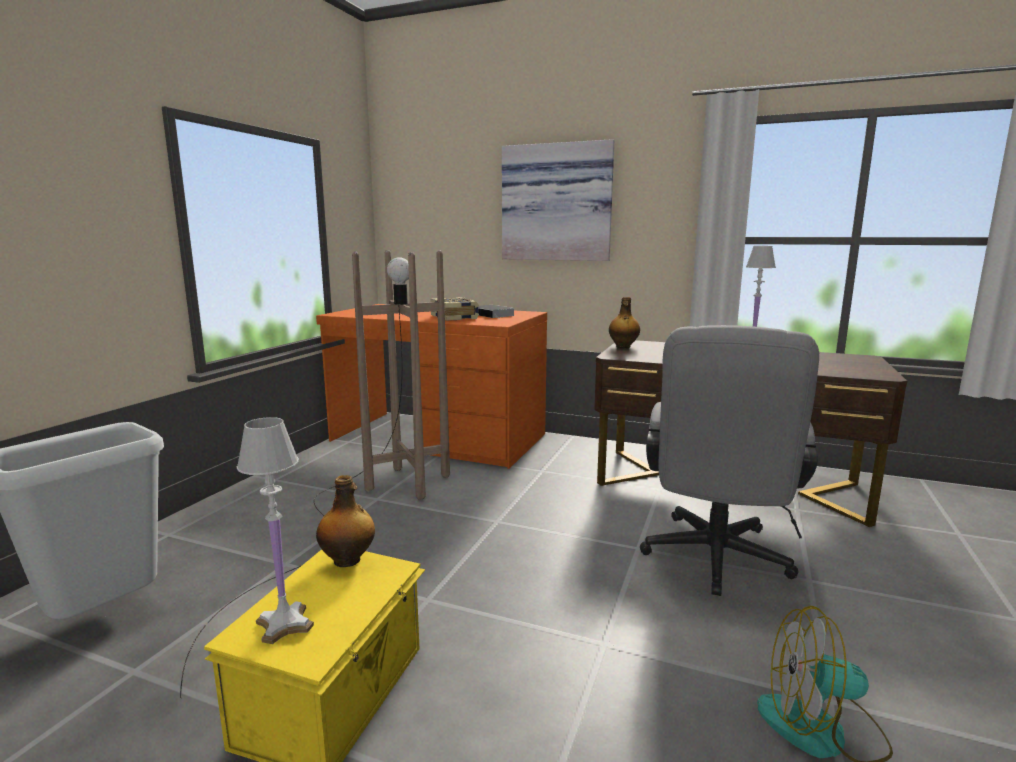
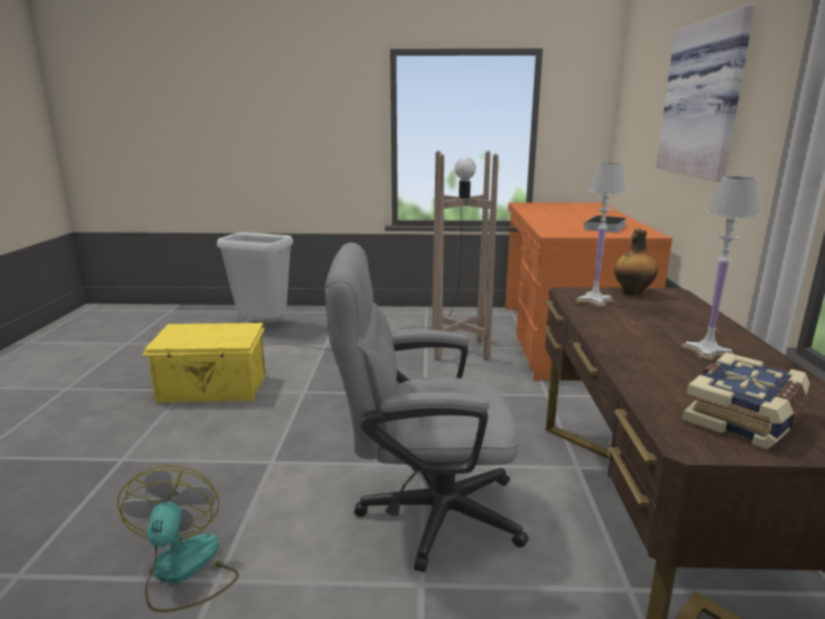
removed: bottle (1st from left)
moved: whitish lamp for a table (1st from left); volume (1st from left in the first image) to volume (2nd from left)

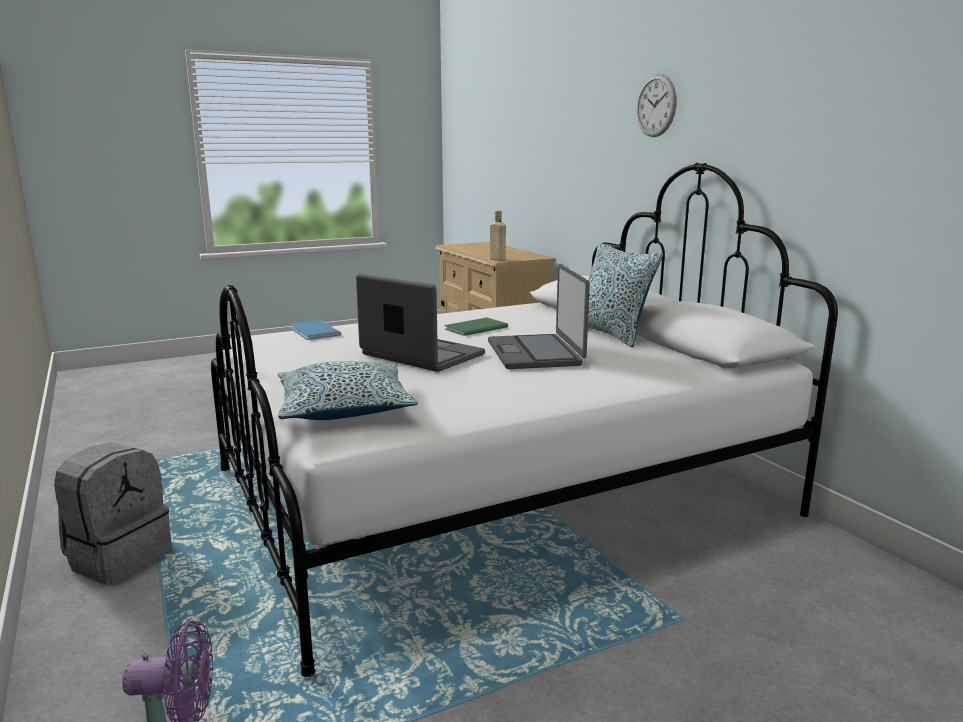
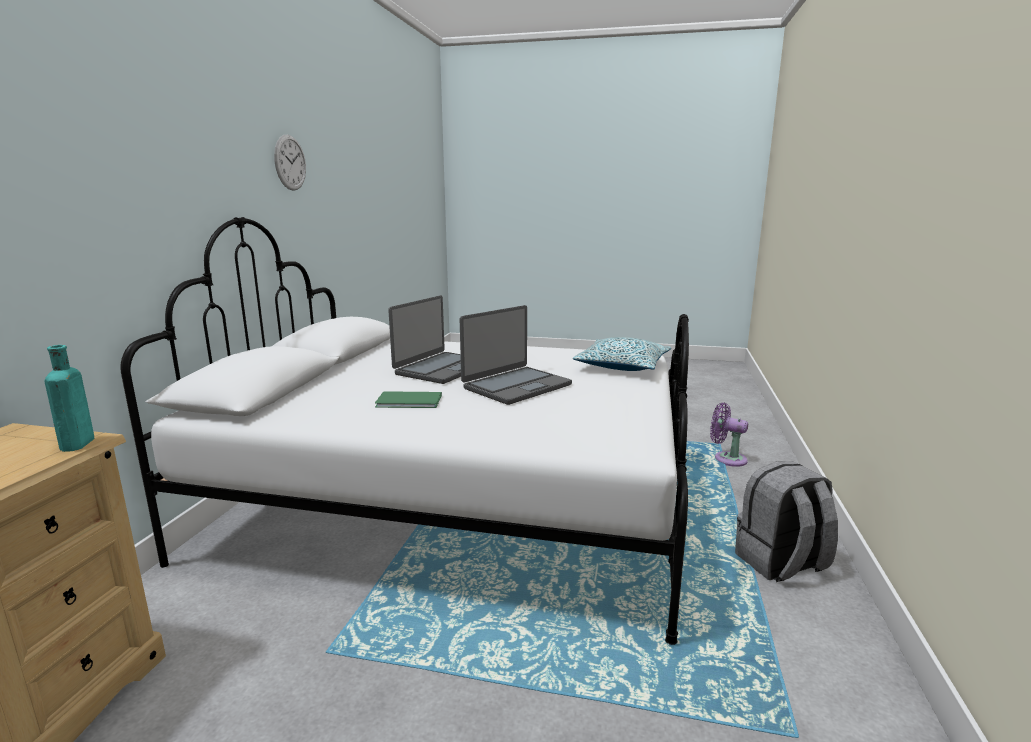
removed: blue volume; throw pillow (2nd from left)
moved: wall clock
recoloured: beige-coloured bottle to blue-green bottle
turned: laptop (1st from left in the first image) 120 degrees counterclockwise

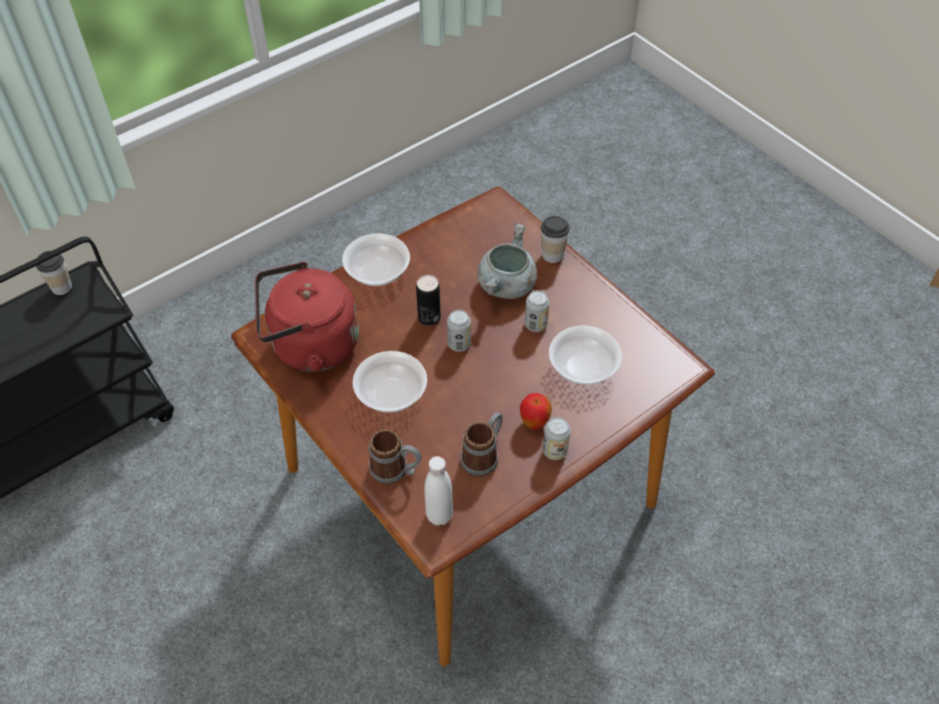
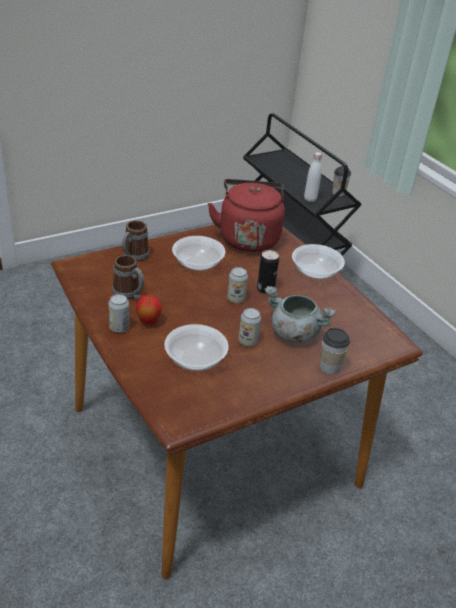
moved: whitish bottle

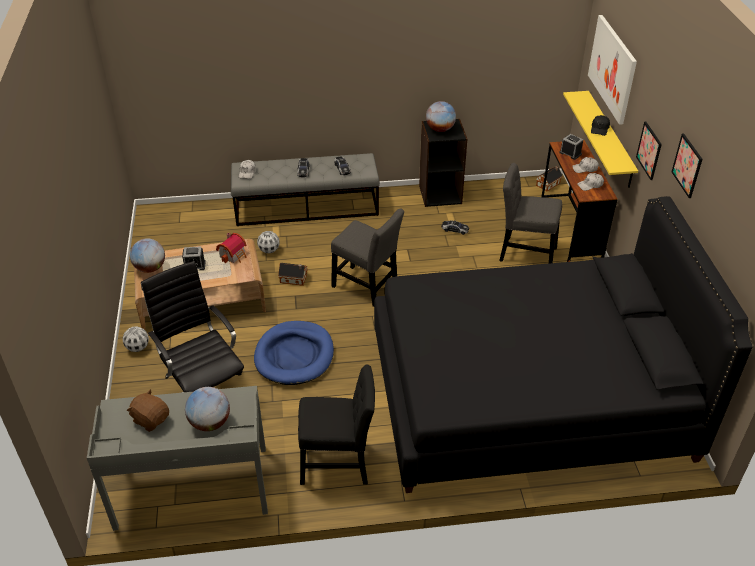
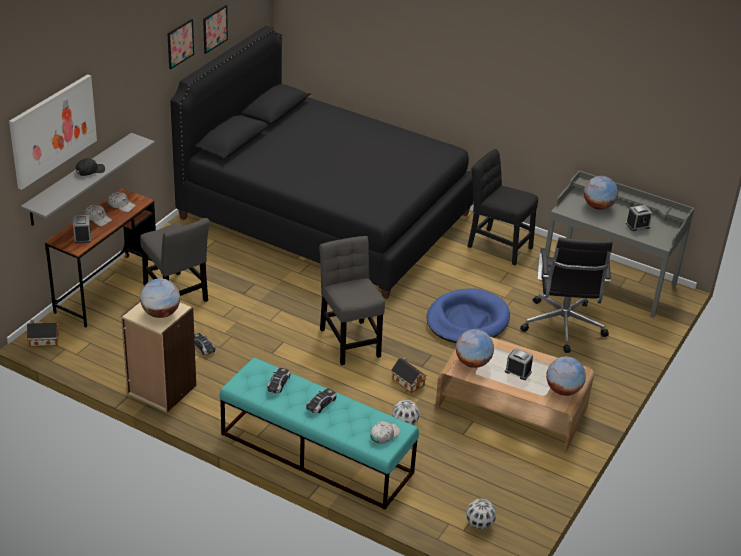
moved: football (1st from left in the first image) to football (2nd from left); wall art (2nd from left in the first image) to wall art (3rd from left)
replaced: brown-coloured cuddly toy to bedside clock (3rd from left); toy house (1st from left) to desk globe (2nd from left)
recoloured: grey indoor bench to blue-green indoor bench; black-coloured bookcase to beige-coloured bookcase; yellow shelf to grey shelf

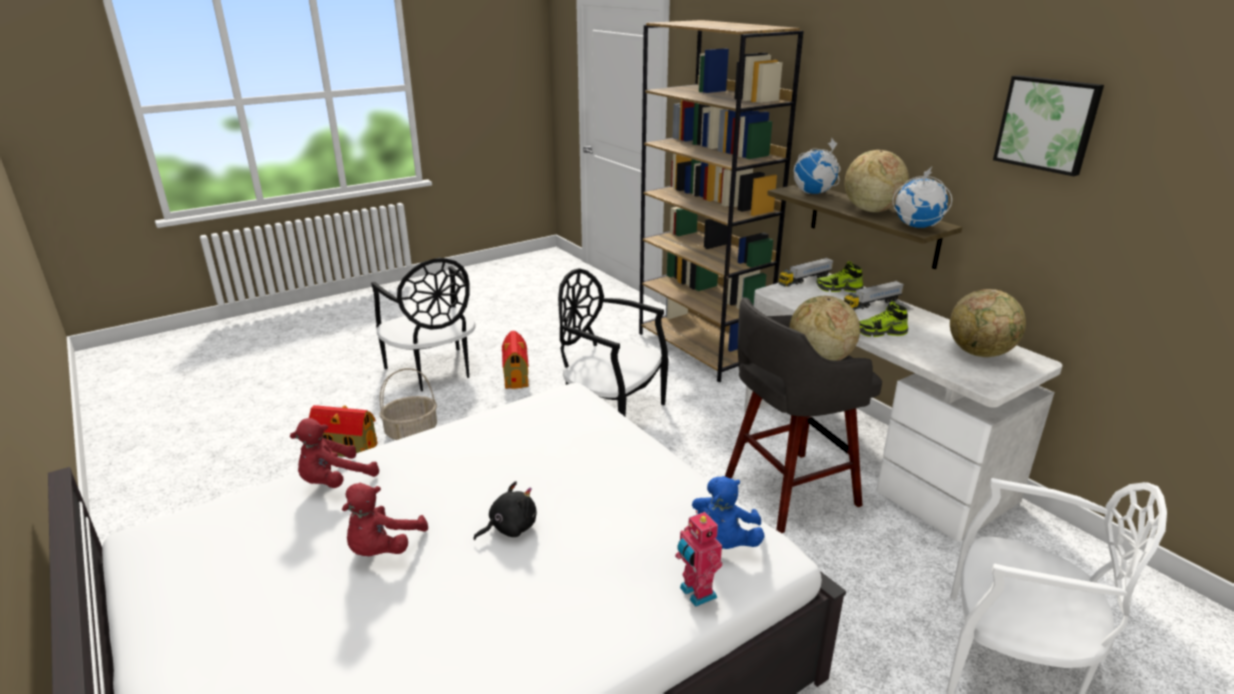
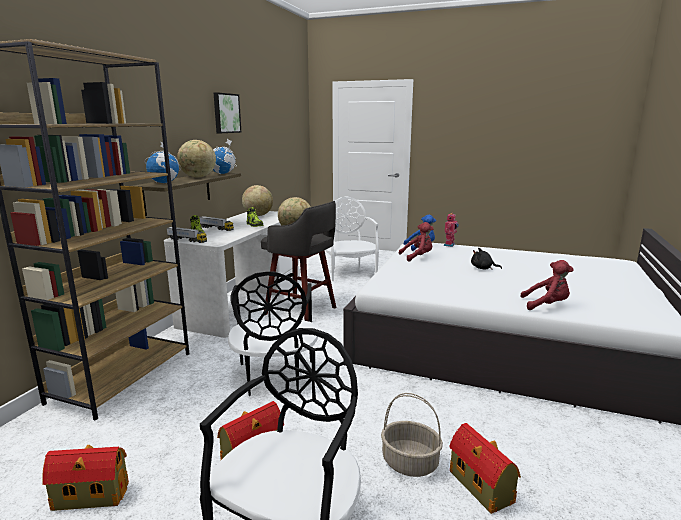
added: toy house (1st from left)
moved: red cuddly toy (2nd from left in the first image) to red cuddly toy (1st from left)

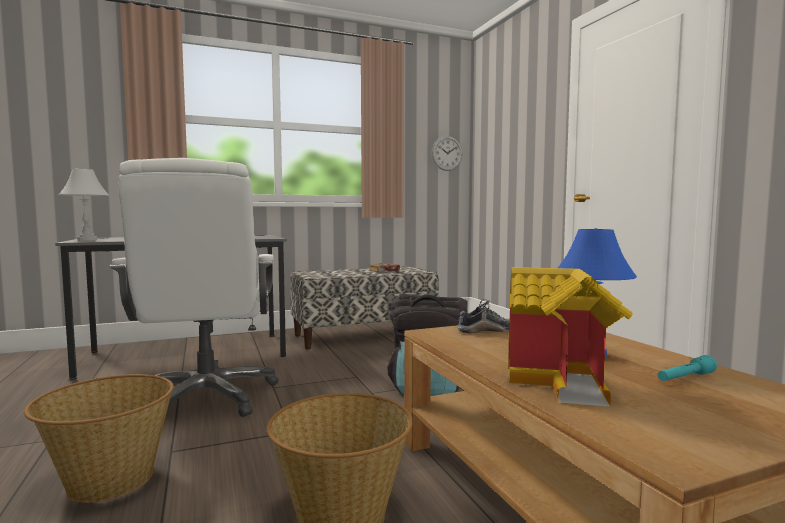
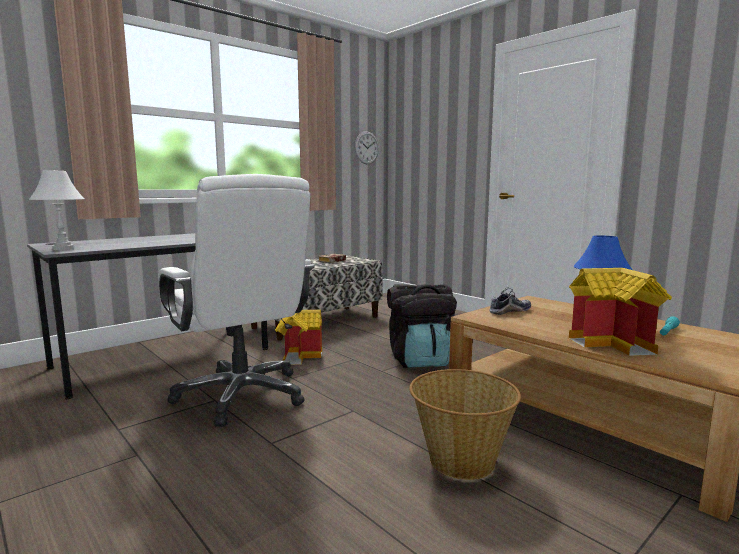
removed: storage basket (1st from left)
added: toy house (1st from left)

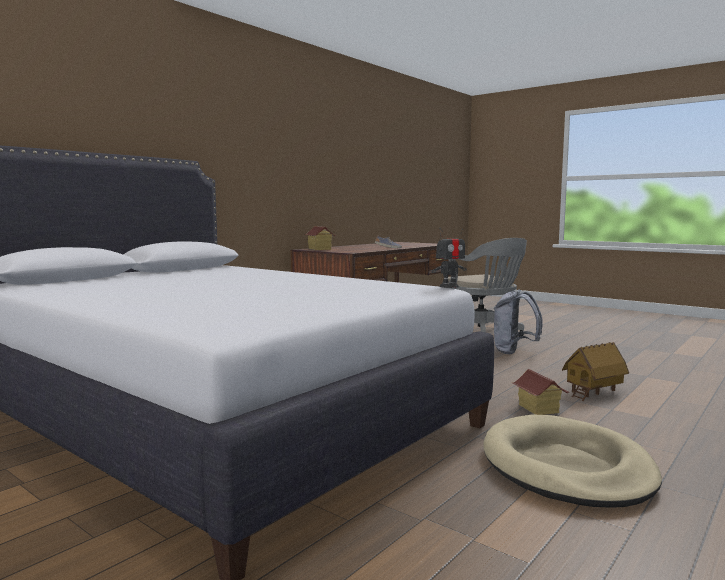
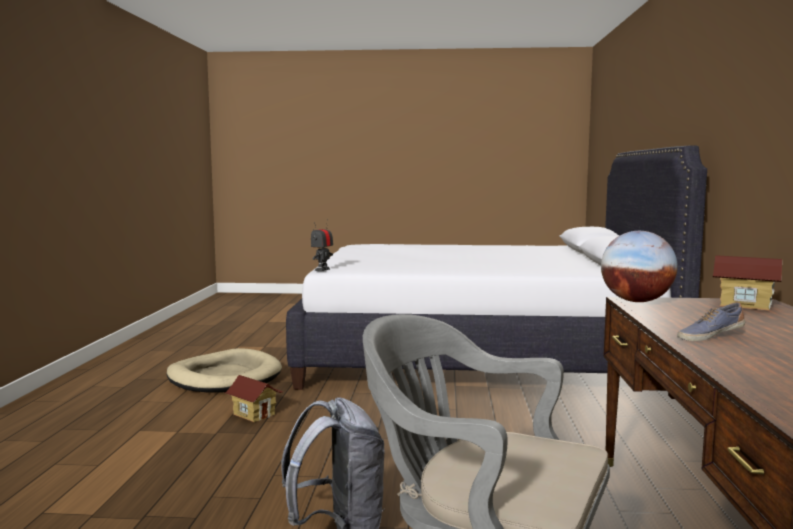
removed: toy house (3rd from left)
added: desk globe

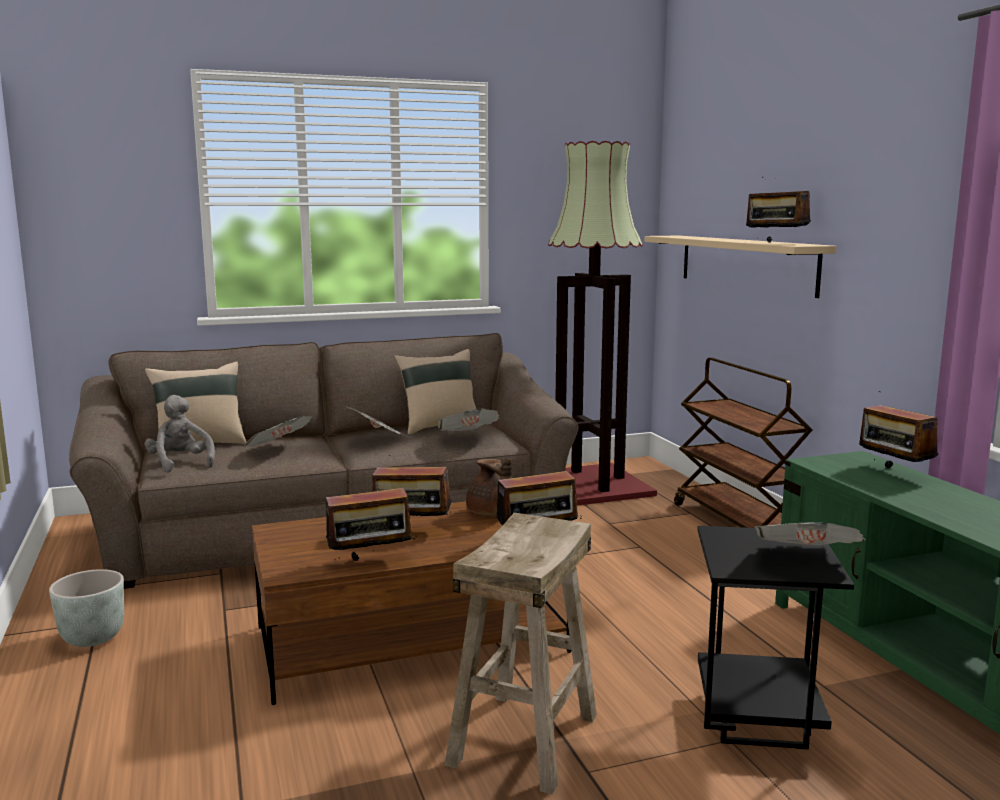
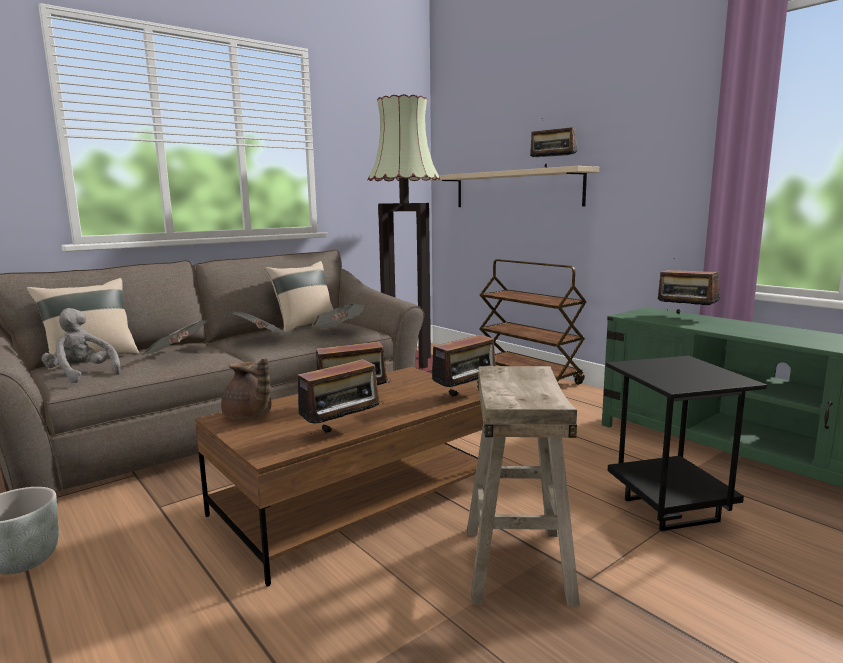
removed: daily paper (4th from left)
moved: brown-coloured pot for tea

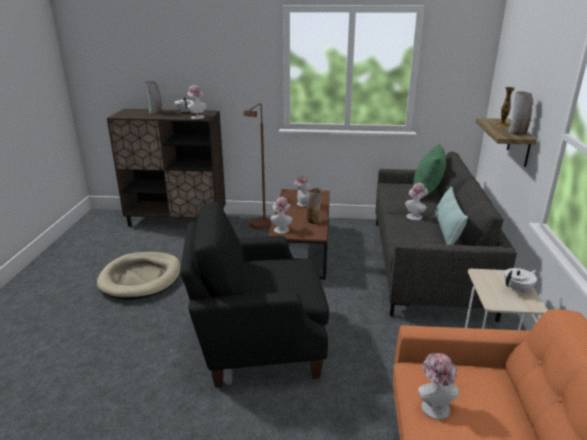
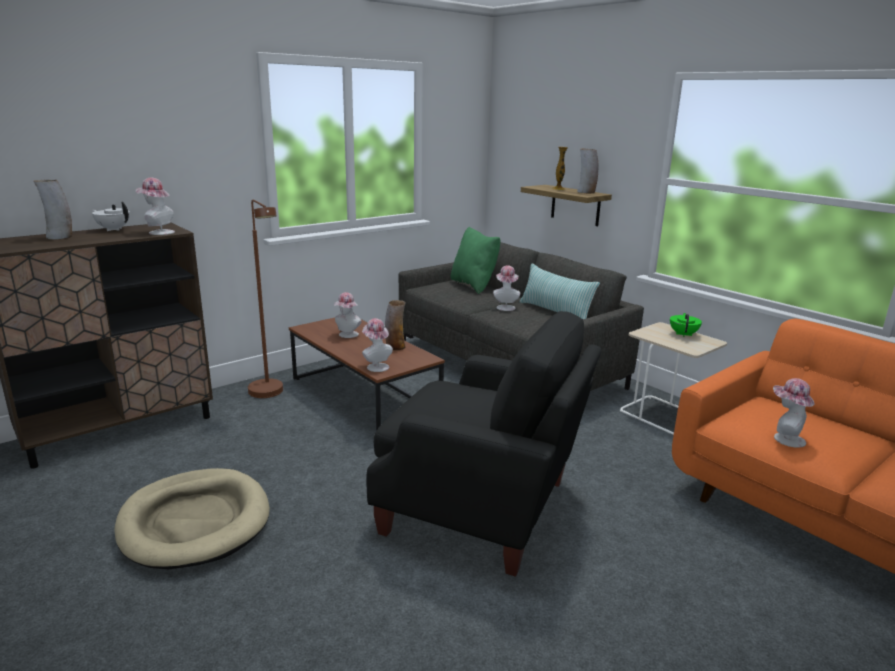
recoloured: whitish pot for tea (2nd from left) to green-coloured pot for tea
turned: black-coloured armchair 105 degrees counterclockwise

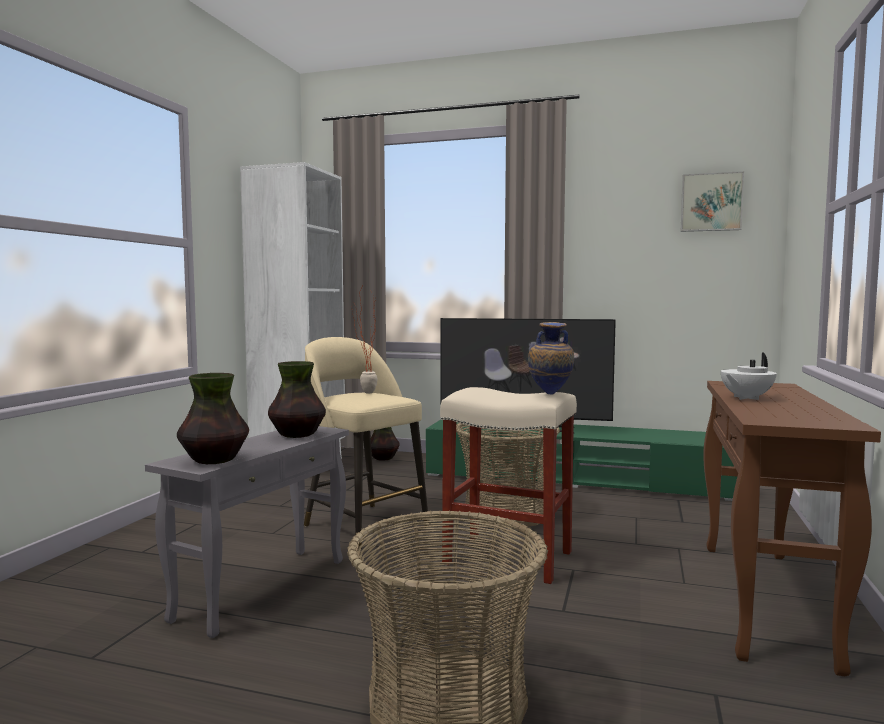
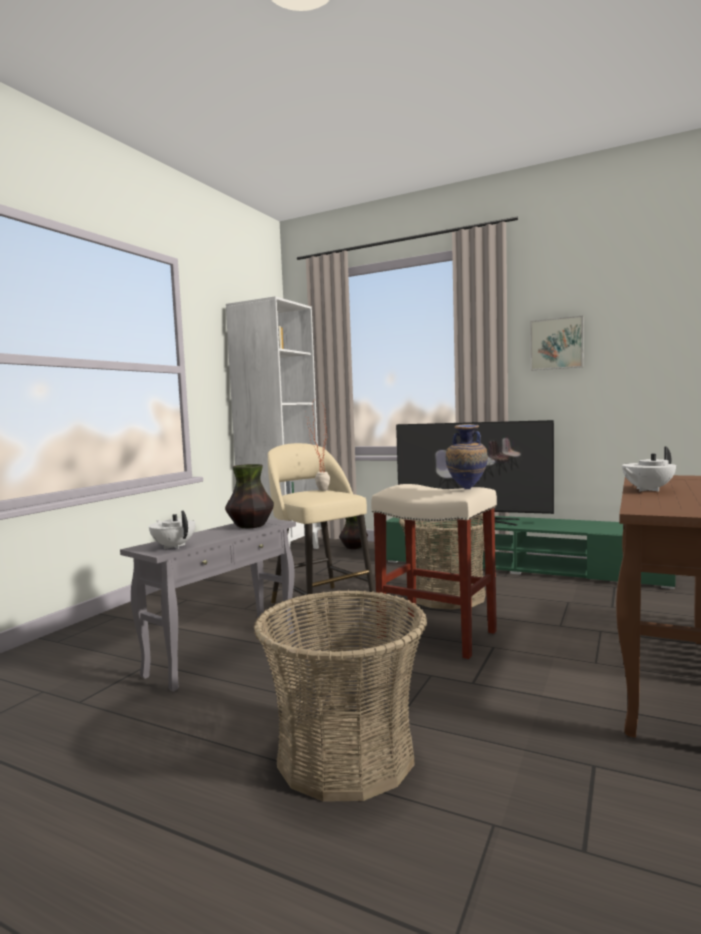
moved: wall art
replaced: flower vase (1st from left) to whitish pot for tea (1st from left)

